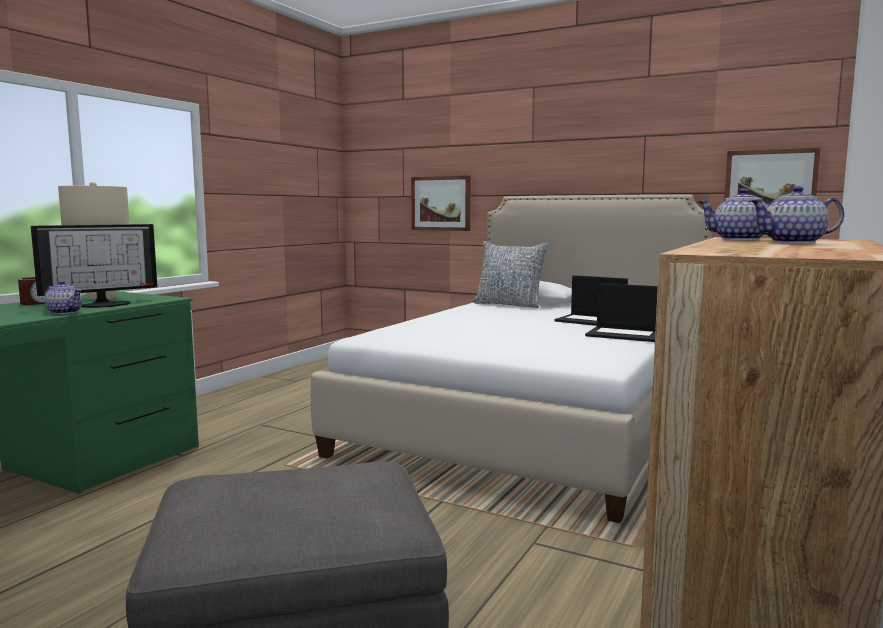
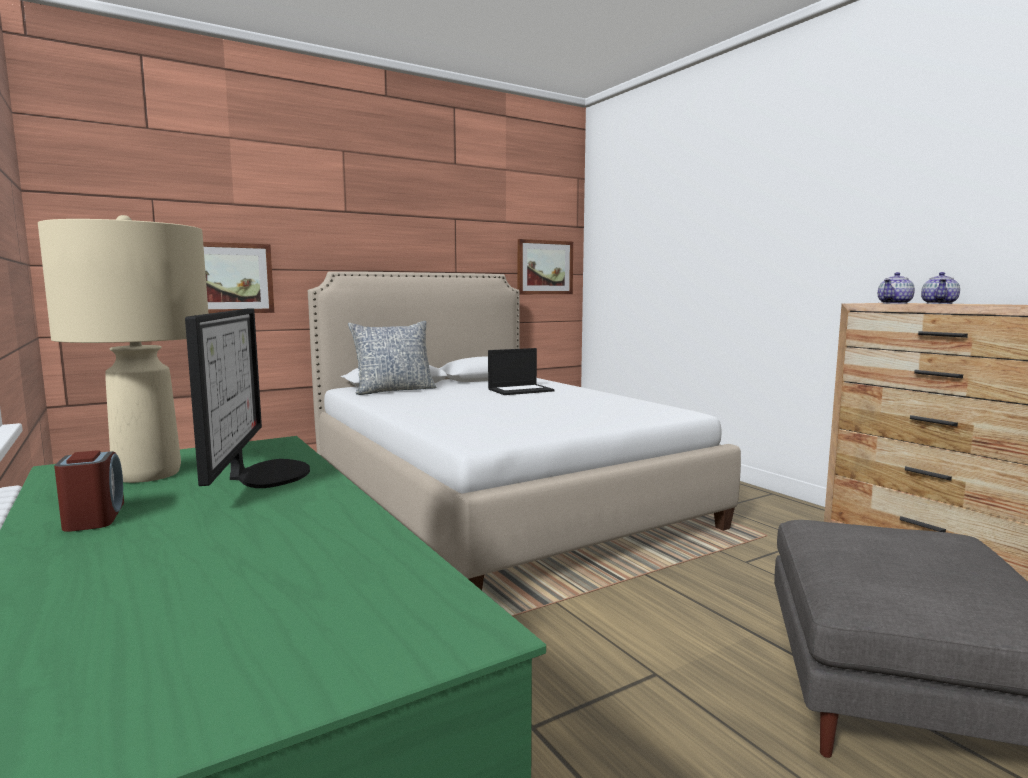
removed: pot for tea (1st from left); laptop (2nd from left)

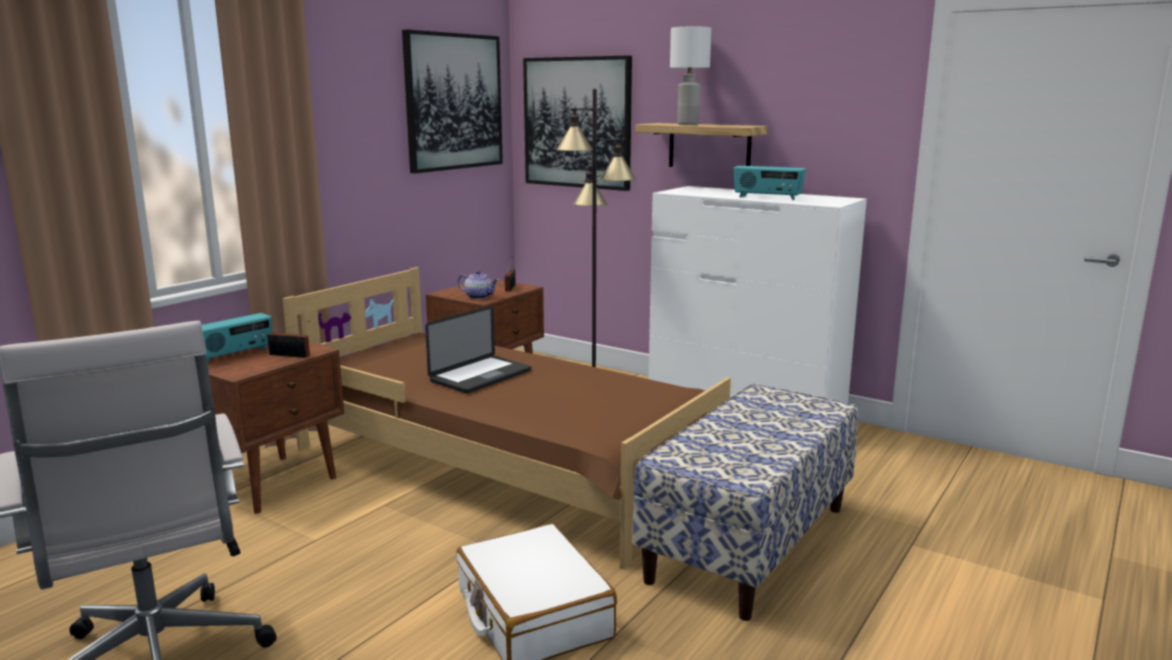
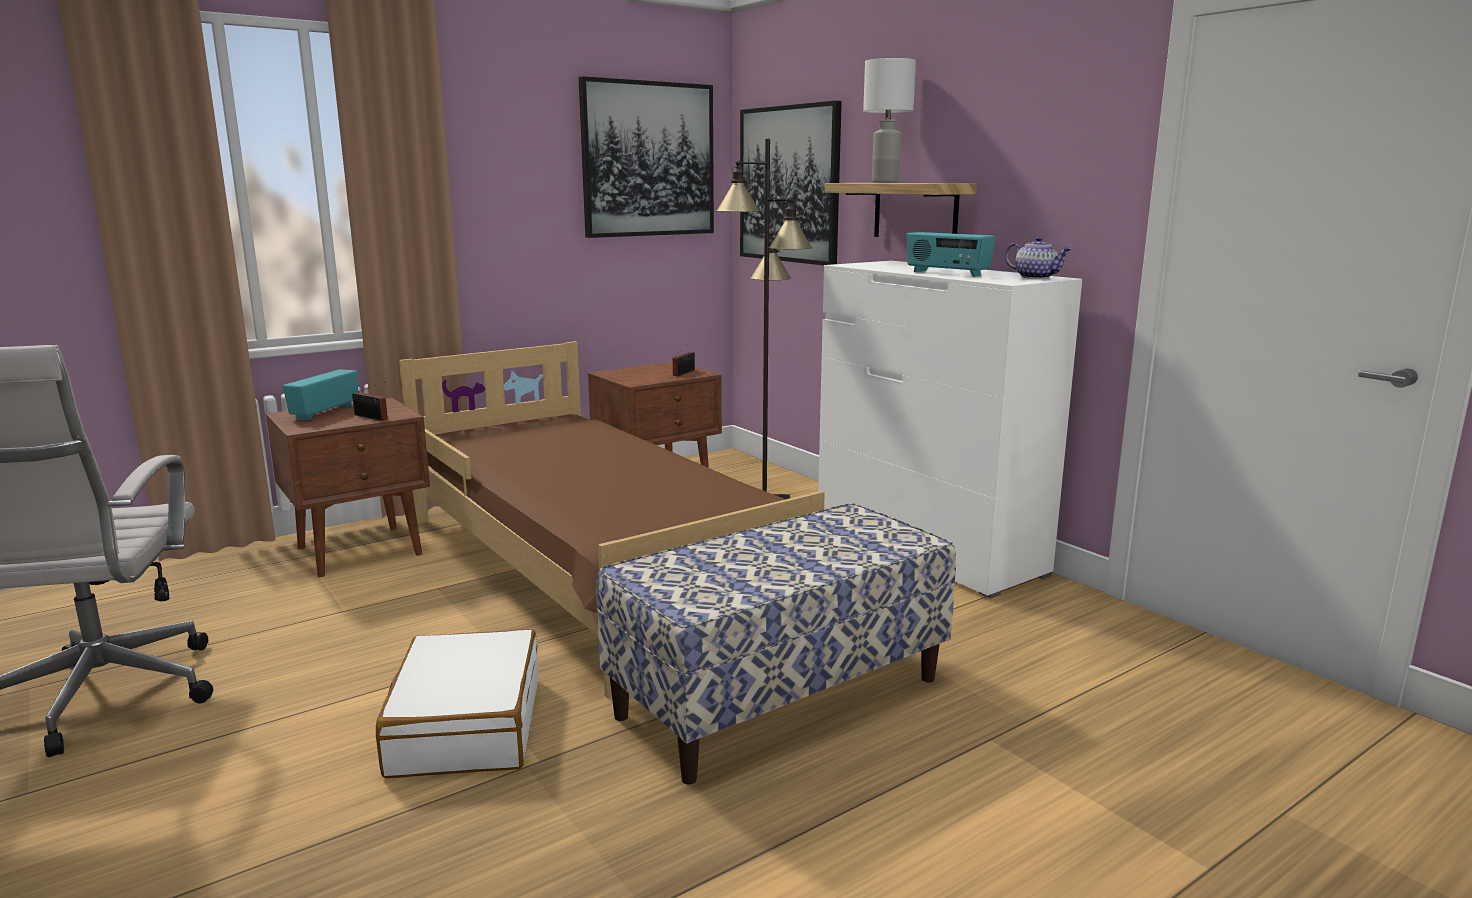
removed: laptop
moved: pot for tea
turned: radio receiver (1st from left) 135 degrees clockwise

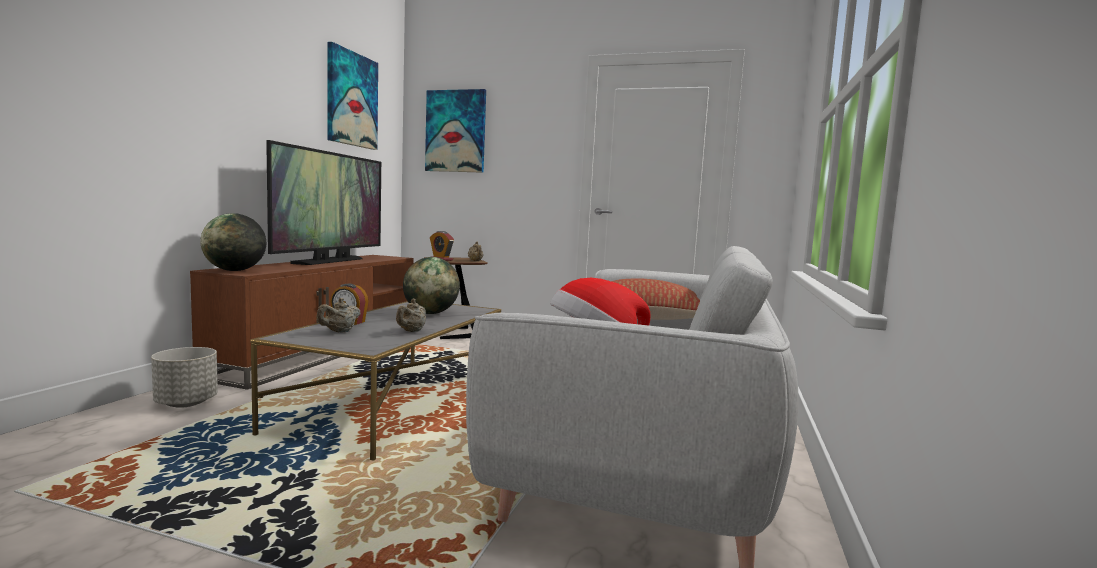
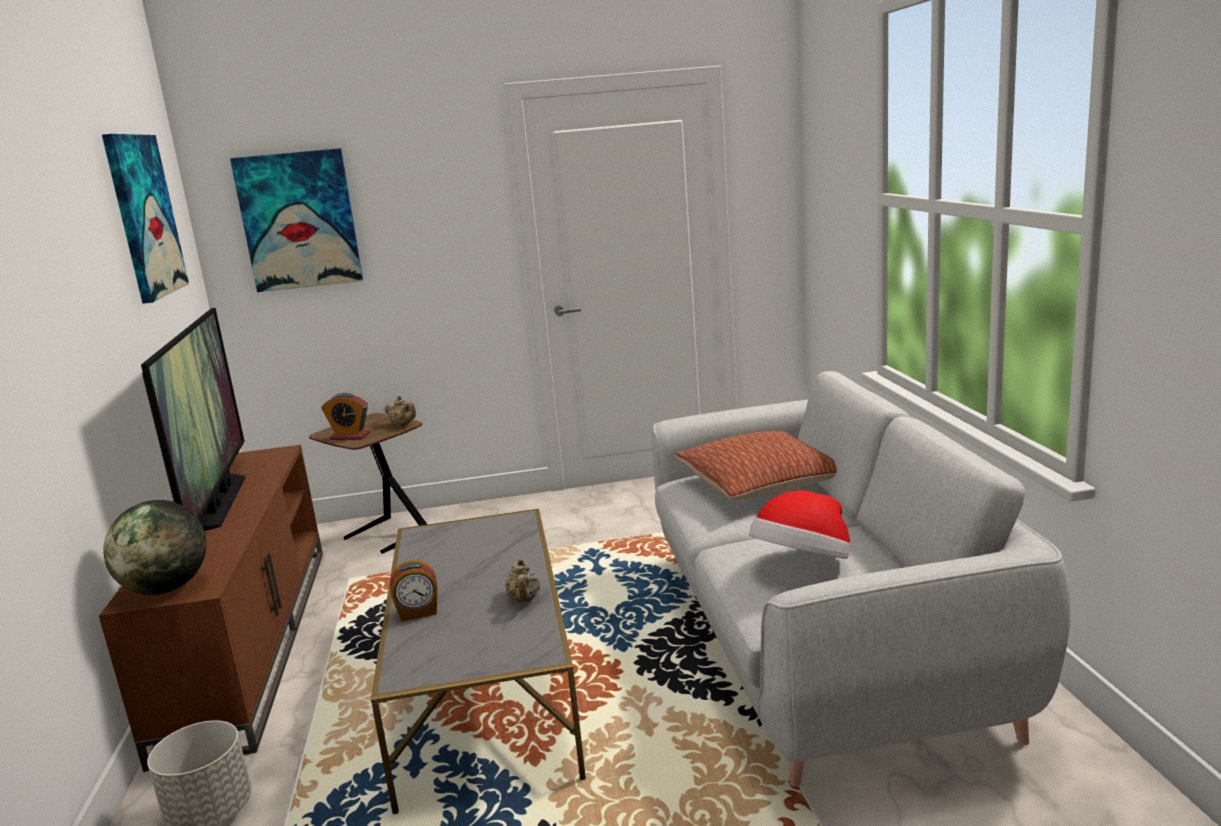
removed: beige-coloured pot for tea (1st from left); desk globe (2nd from left)

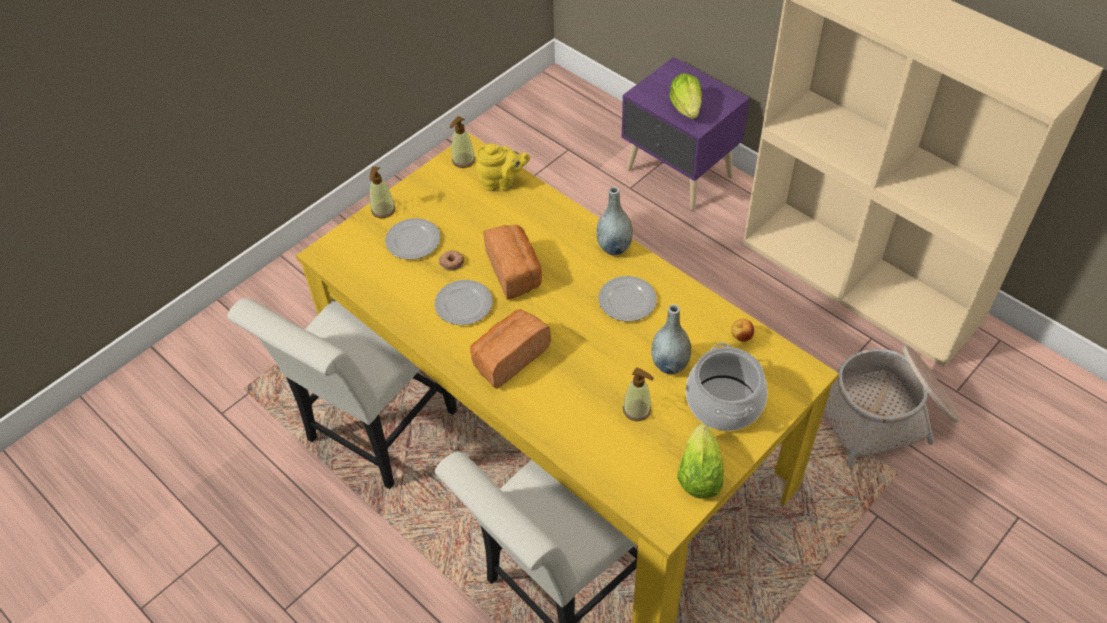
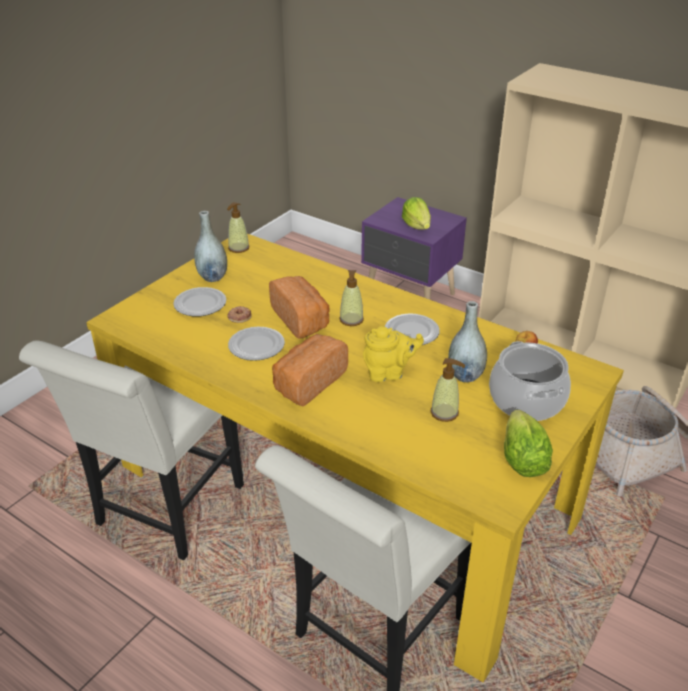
moved: liquid soap bottle (1st from left in the first image) to liquid soap bottle (2nd from left); yellow pot for tea; grey flower vase (1st from left)

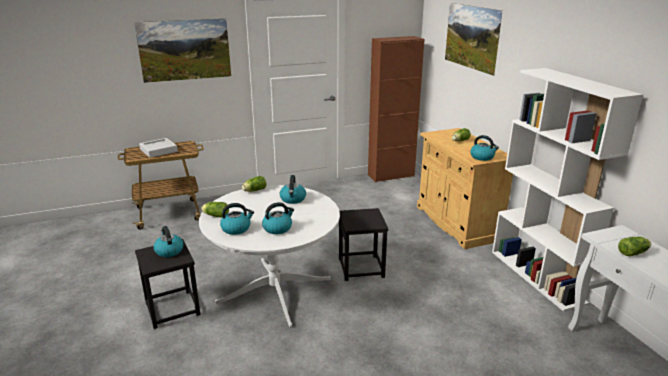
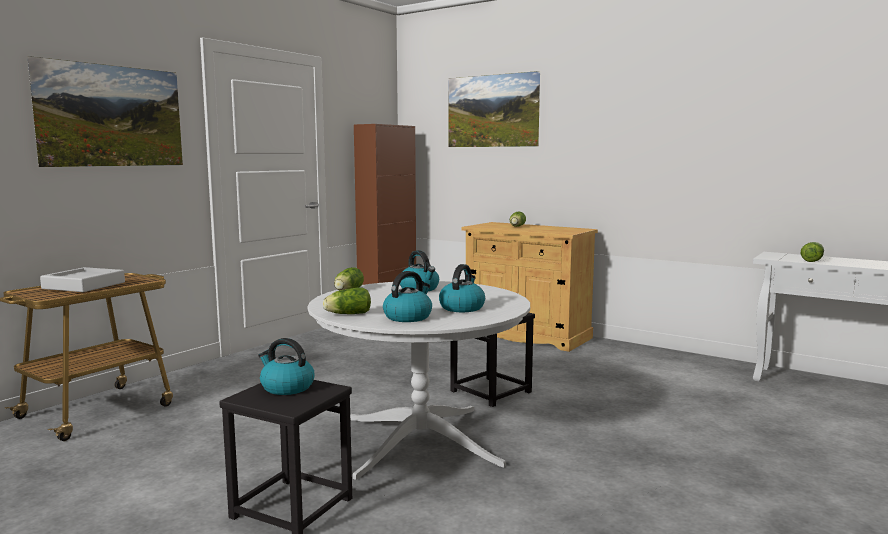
removed: kettle (5th from left); whitish bookcase

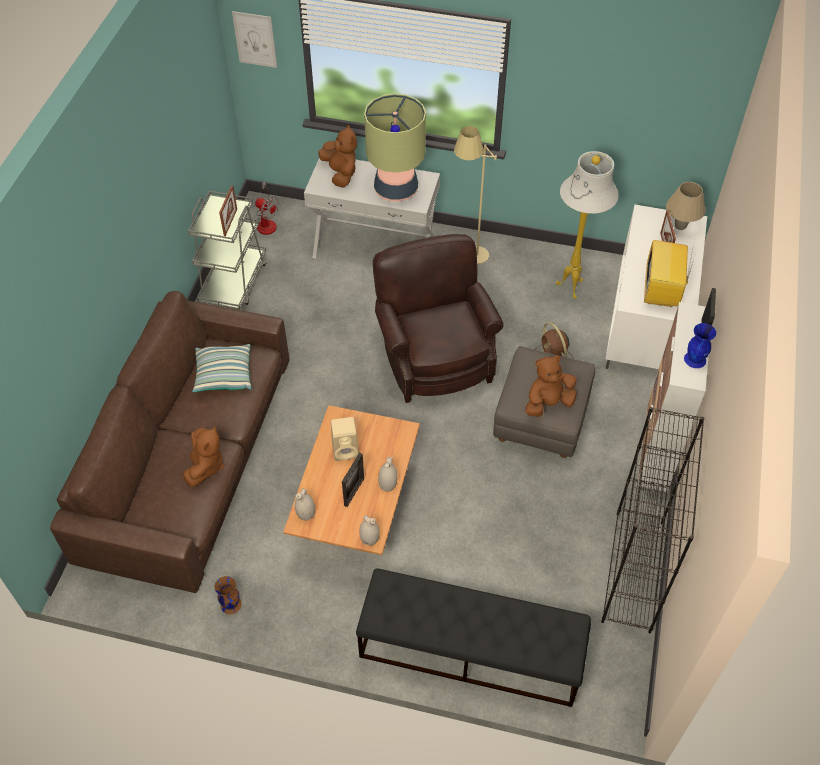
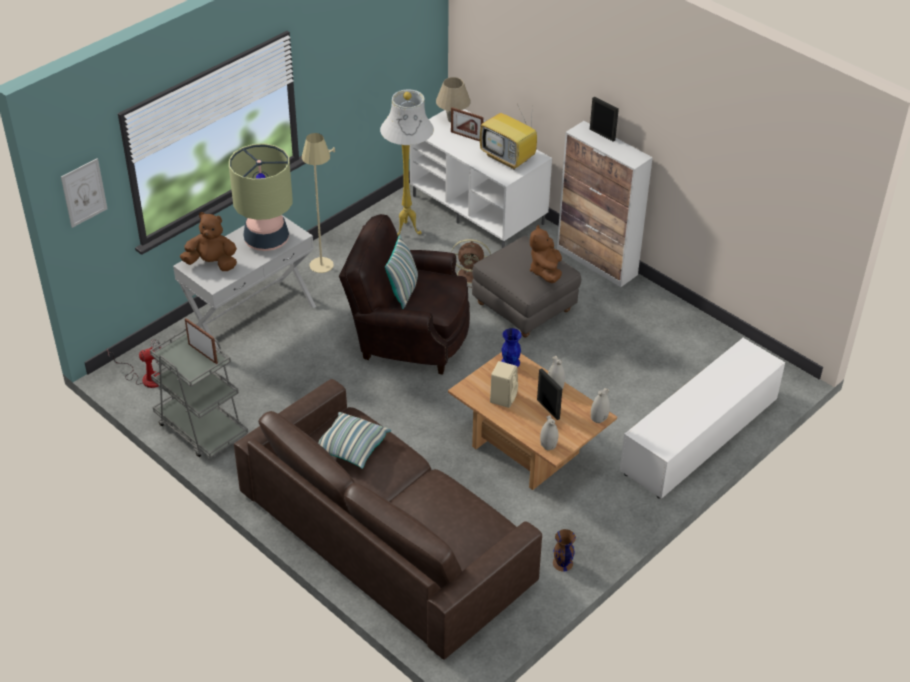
removed: brown-coloured cuddly toy (1st from left); black-coloured bookcase
added: throw pillow (2nd from left)
moved: blue flower vase
replaced: black-coloured indoor bench to whitish tv unit (2nd from left)

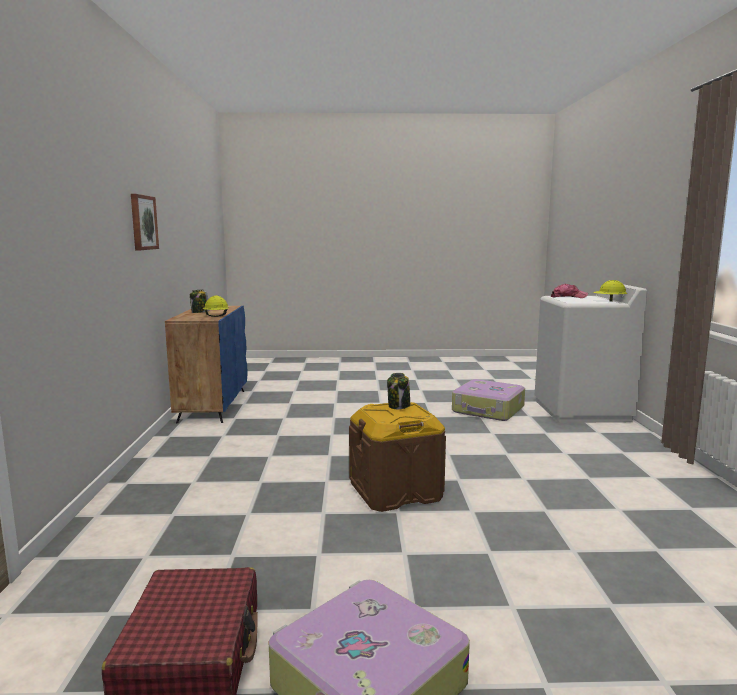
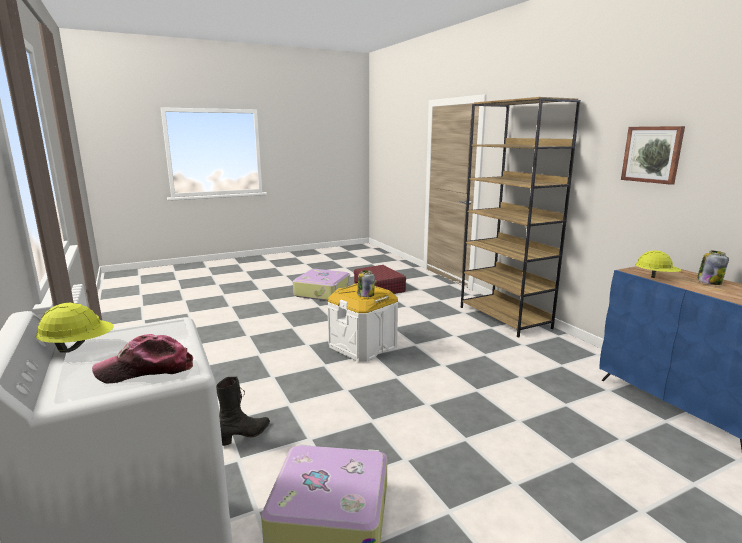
added: black-coloured boot; brown-coloured bookcase
recoloured: brown-coloured storage bin to whitish storage bin

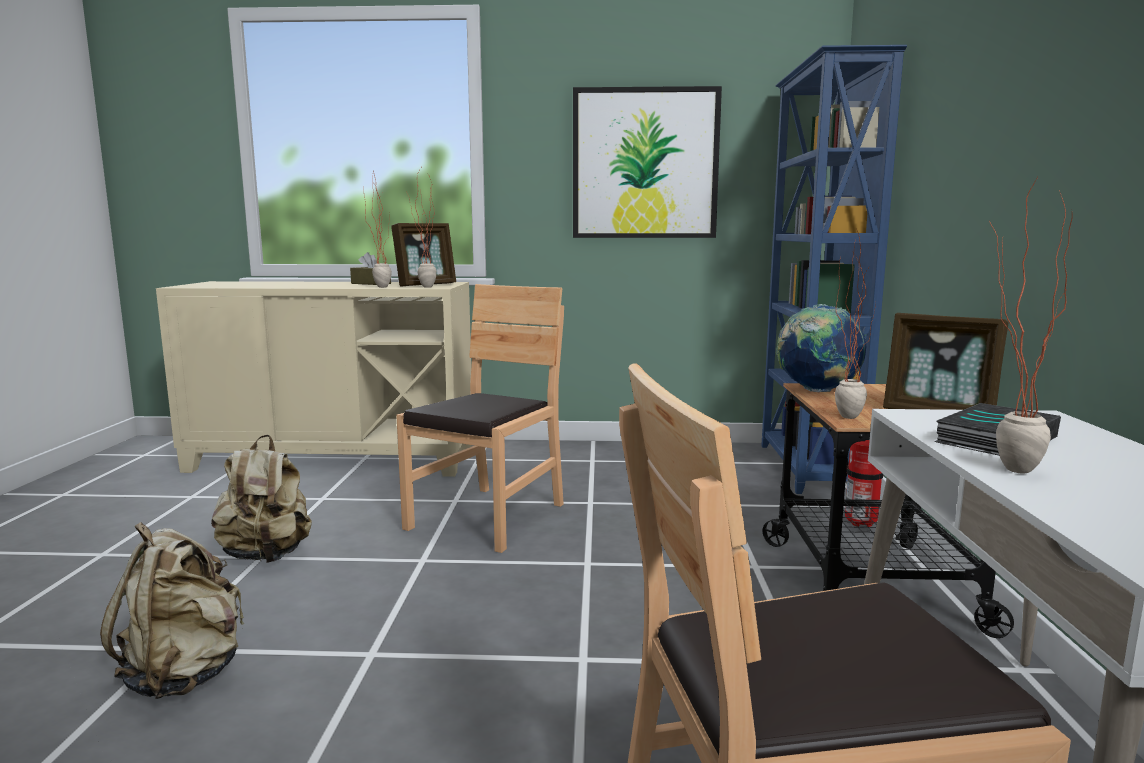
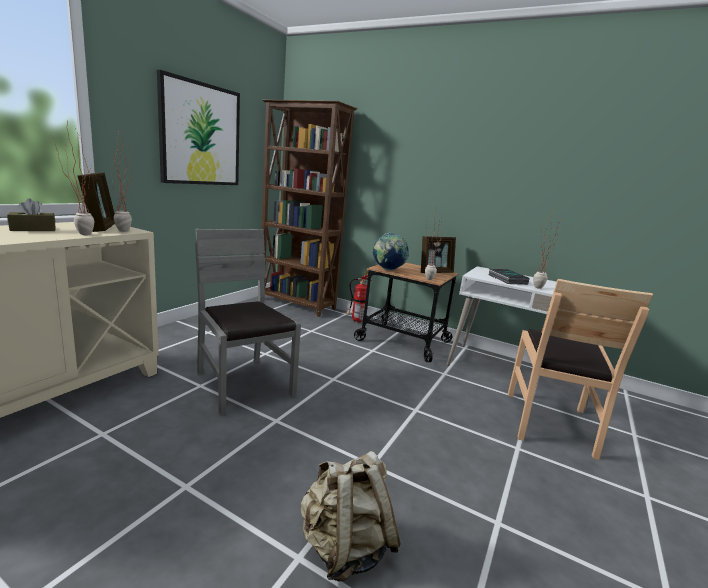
removed: beige-coloured knapsack (2nd from left)
recoloured: brown-coloured chair (1st from left) to grey chair; blue bookcase to brown-coloured bookcase

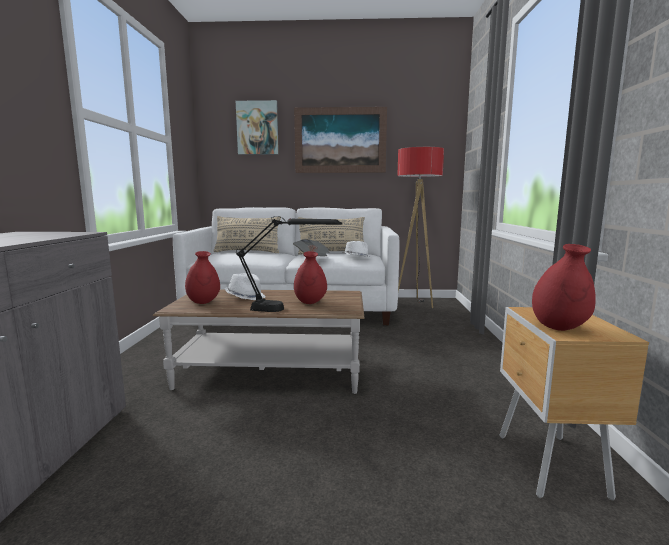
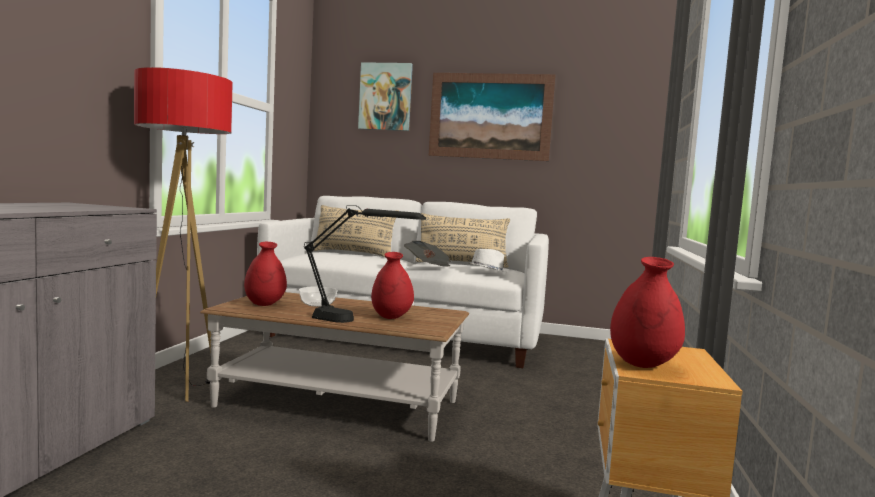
moved: standard lamp
replaced: whitish hat (1st from left) to serving bowl

